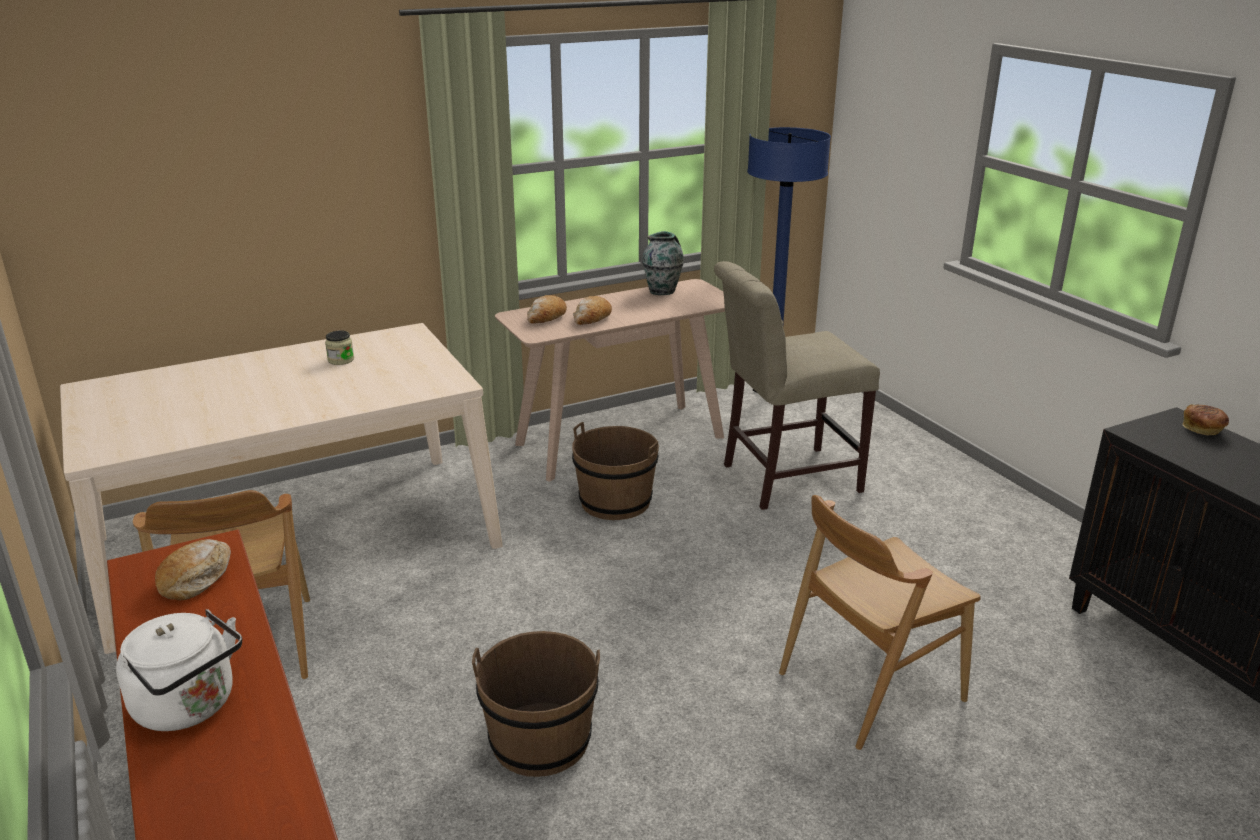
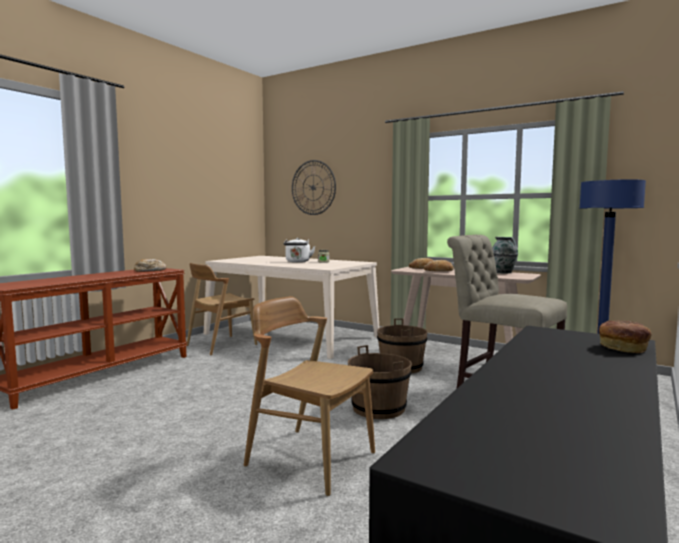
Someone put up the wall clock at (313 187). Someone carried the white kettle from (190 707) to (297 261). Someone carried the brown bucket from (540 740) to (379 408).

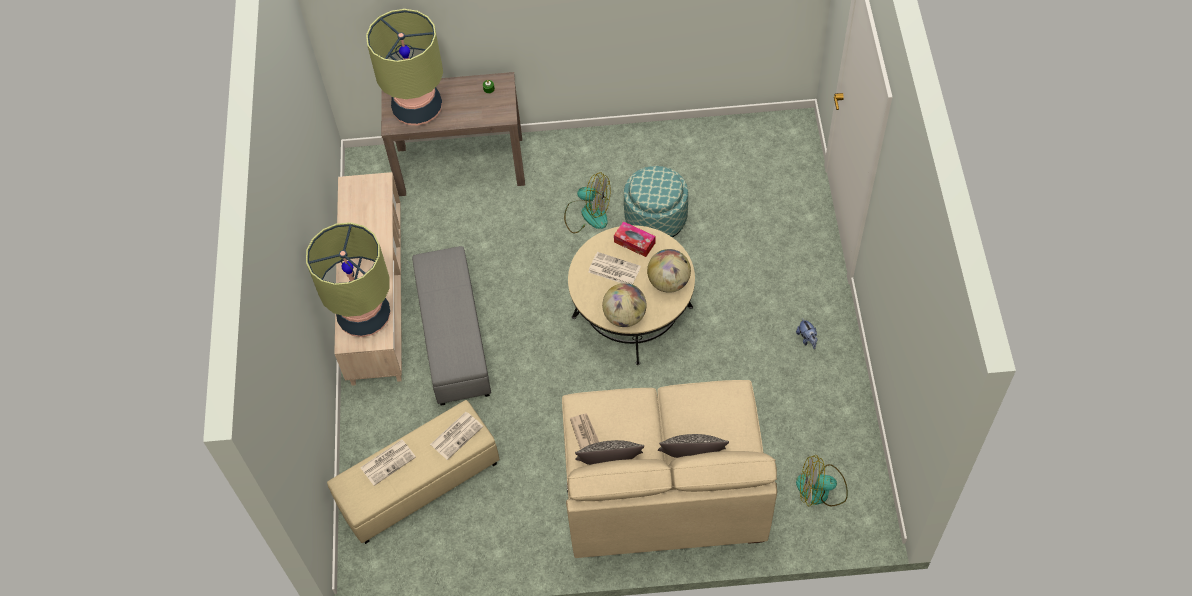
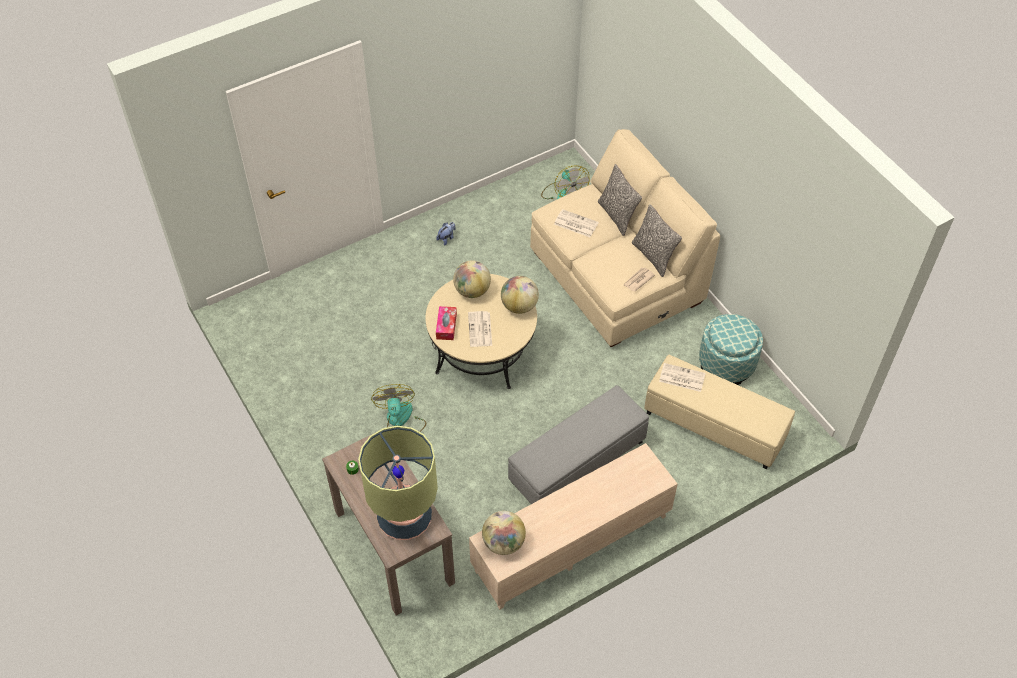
Someone took away the table lamp at (364 316). Someone put down the globe at (503 543). Someone carried the newspaper from (388 462) to (575 223). Someone carried the ottoman from (656 219) to (726 363).

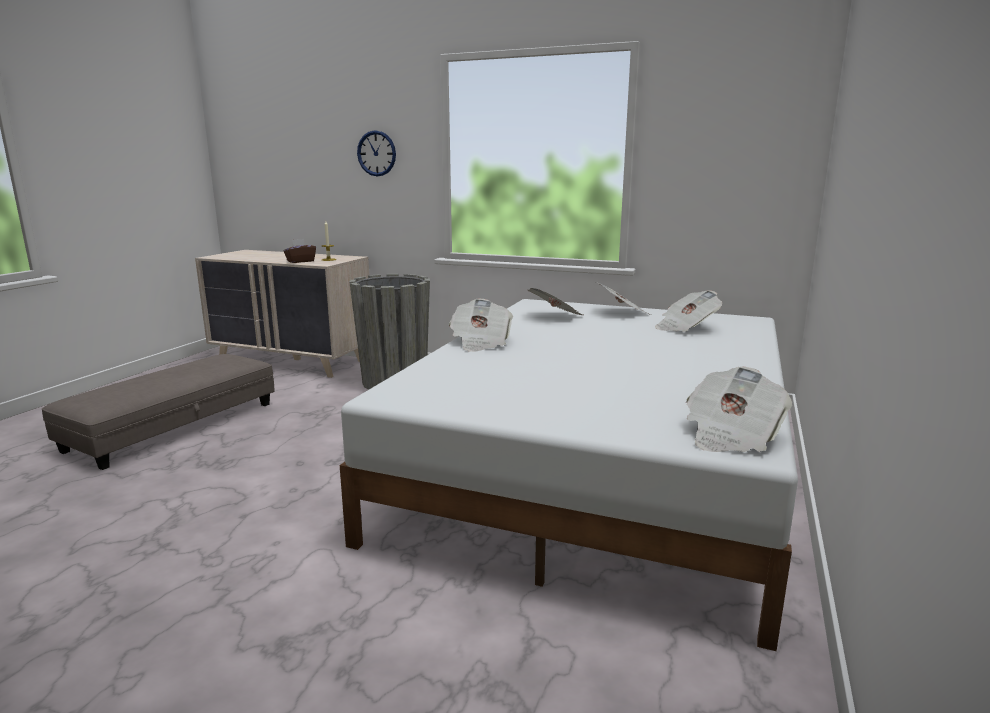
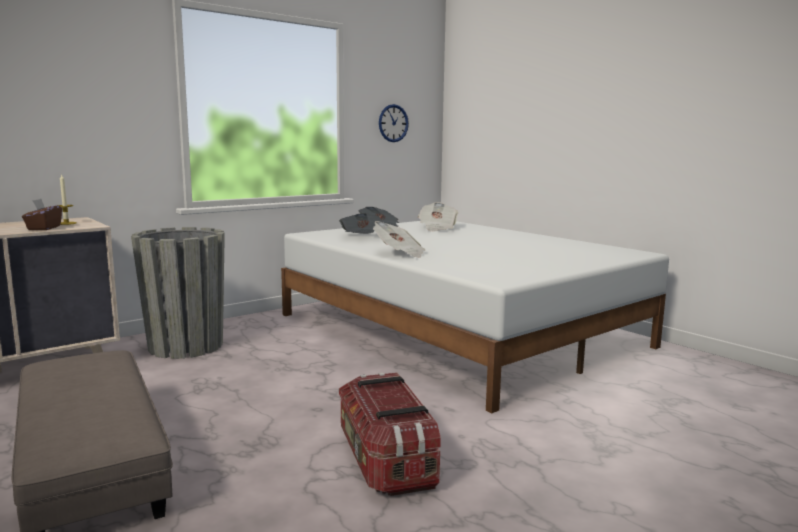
Someone took away the newspaper at (730 435). Someone put down the storage box at (385 459). Someone carried the wall clock from (376 153) to (393 123).

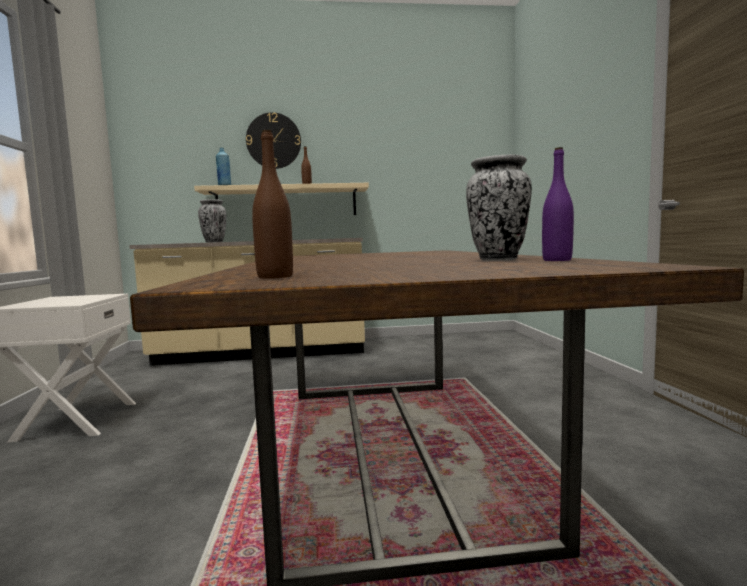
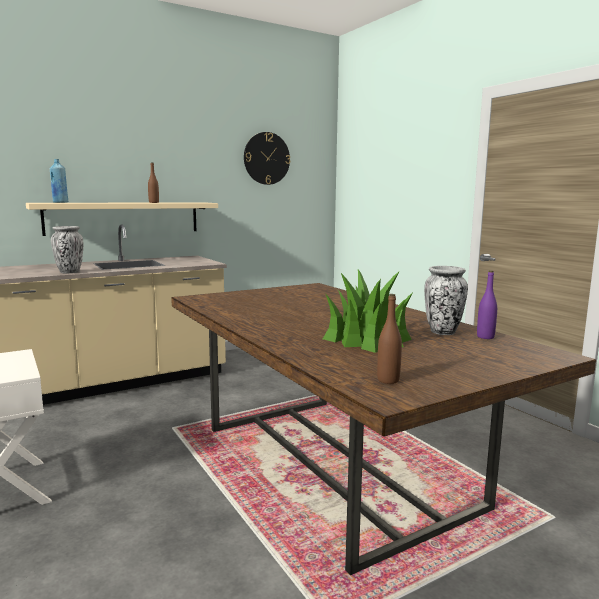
Someone put down the potted plant at (367 339). Someone carried the wall clock from (273 141) to (266 158).

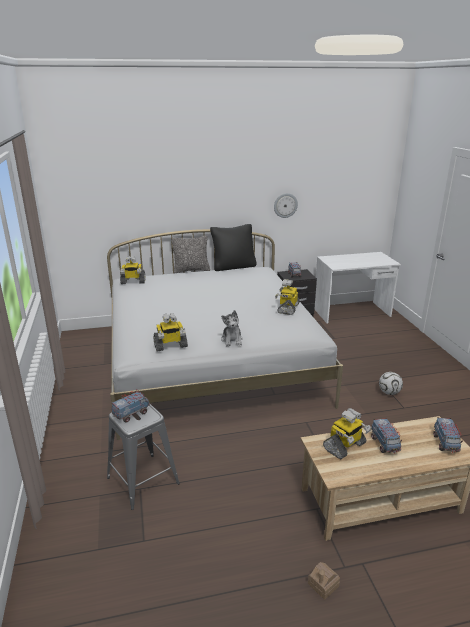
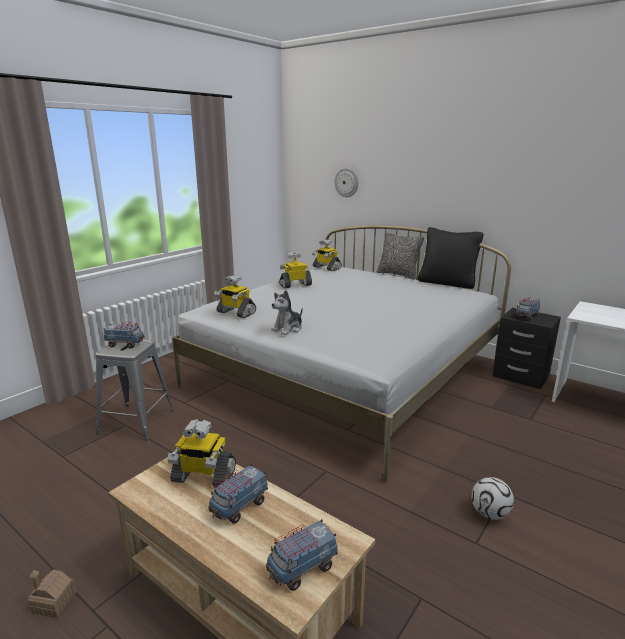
Someone carried the wall clock from (285 205) to (346 182). Someone carried the toy robot from (287 308) to (295 285).

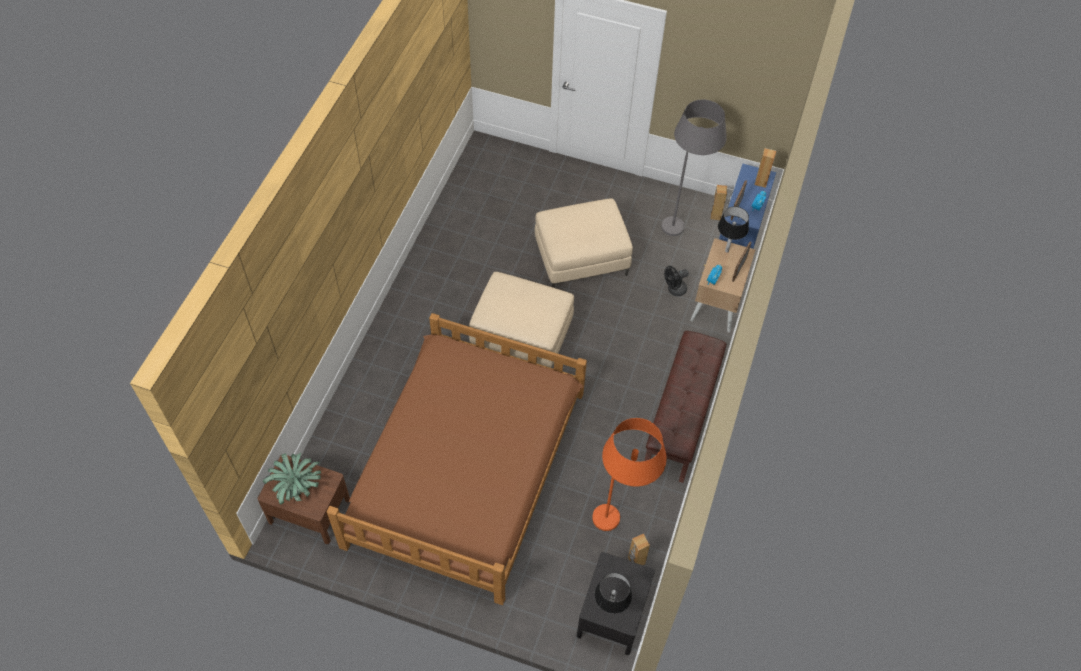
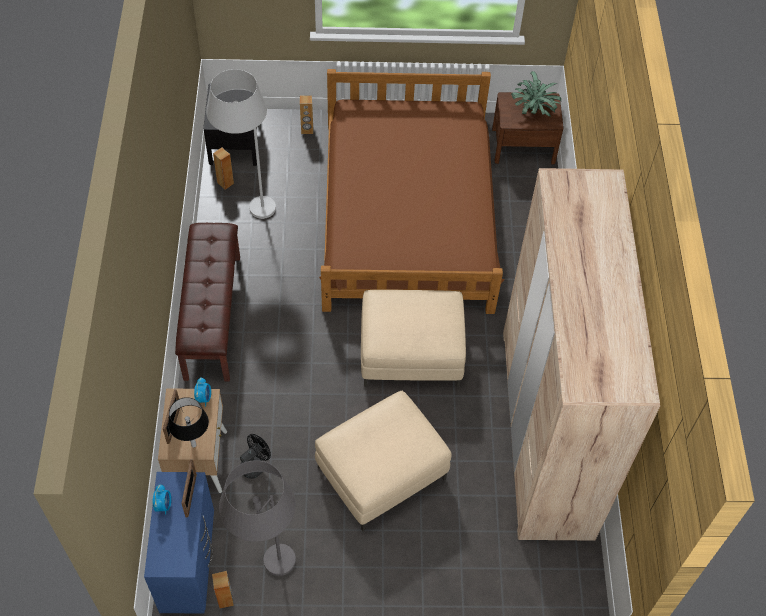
Someone took away the black table lamp at (609 610). Someone put down the beige wardrobe at (546 431). Someone carried the brown speaker from (761 182) to (307 130). Someone repainted the orange floor lamp at (620 523), which became the white floor lamp at (247 207).

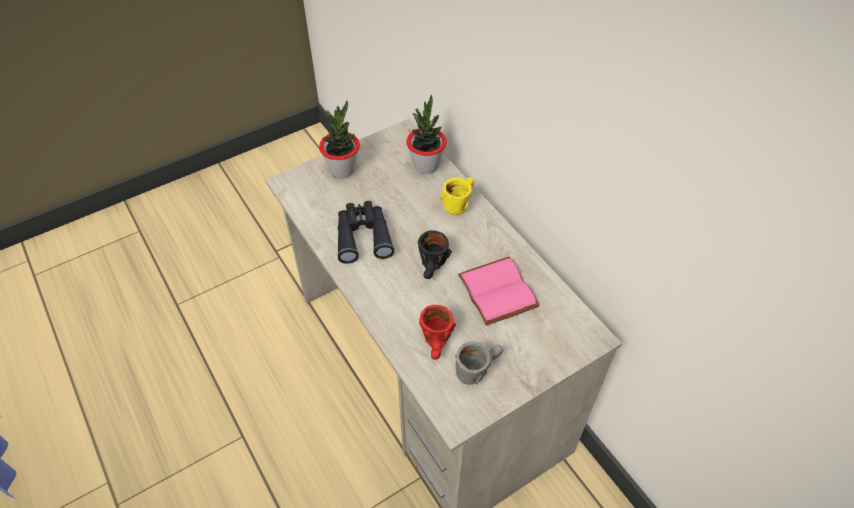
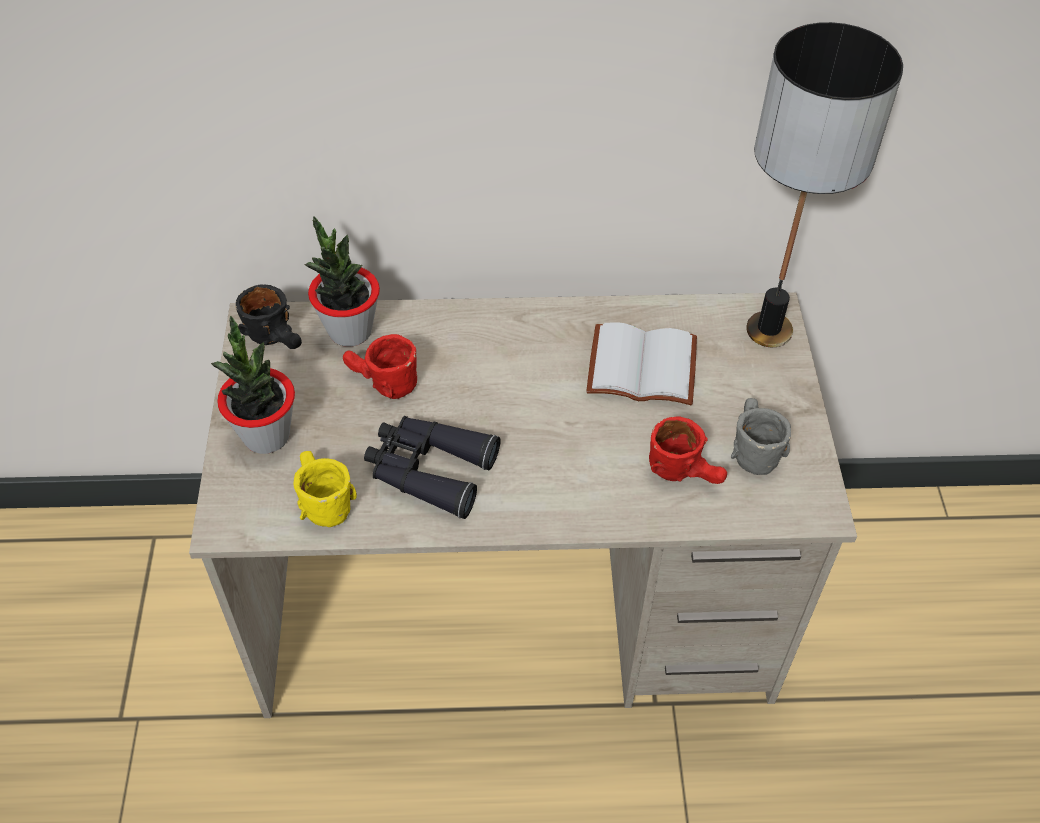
Someone put down the red mug at (380 384). Someone put down the table lamp at (767 330). Someone carried the black mug from (433 267) to (279 339). Someone carried the yellow mug from (458 201) to (319 500). Someone repainted the pink book at (500 292), which became the white book at (644 364).

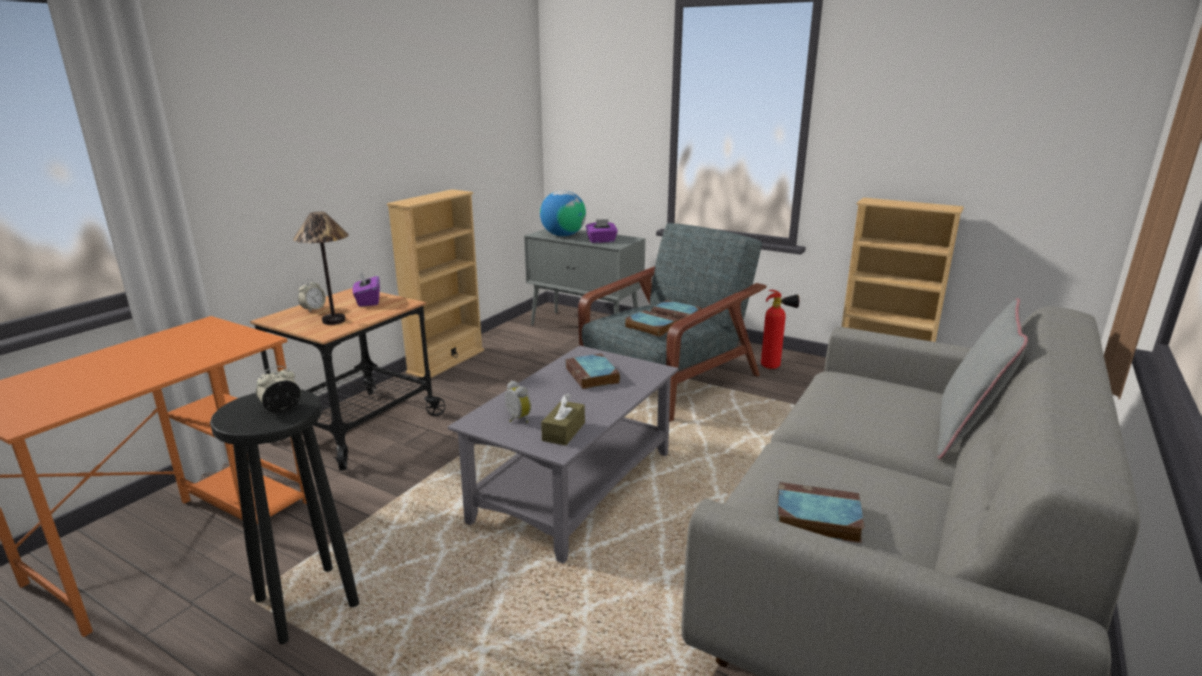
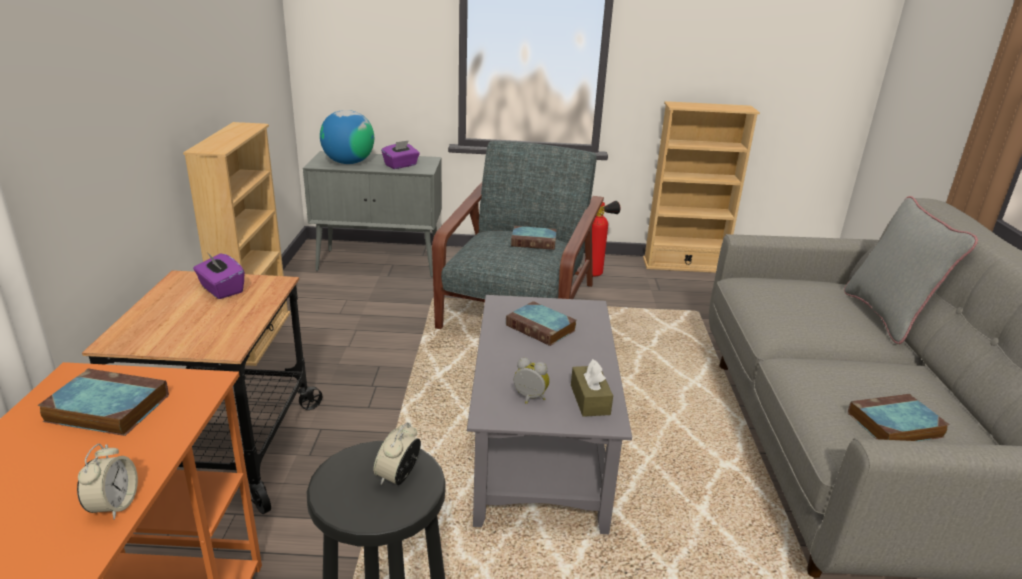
Someone took away the table lamp at (334 321). Someone carried the alarm clock from (313 309) to (114 505). Someone carried the book from (650 327) to (105 408).

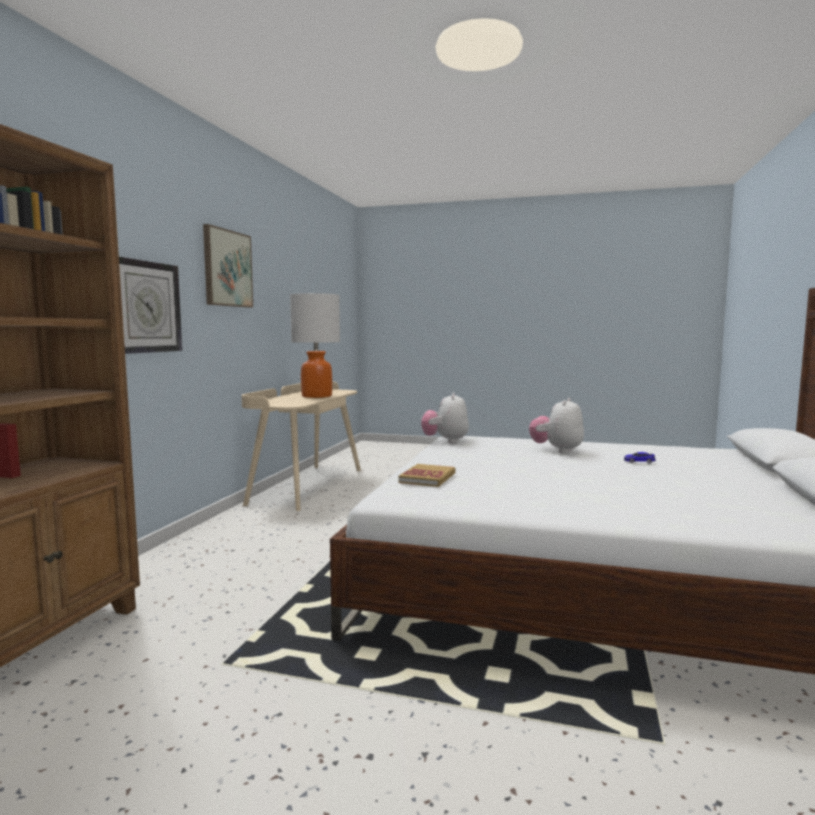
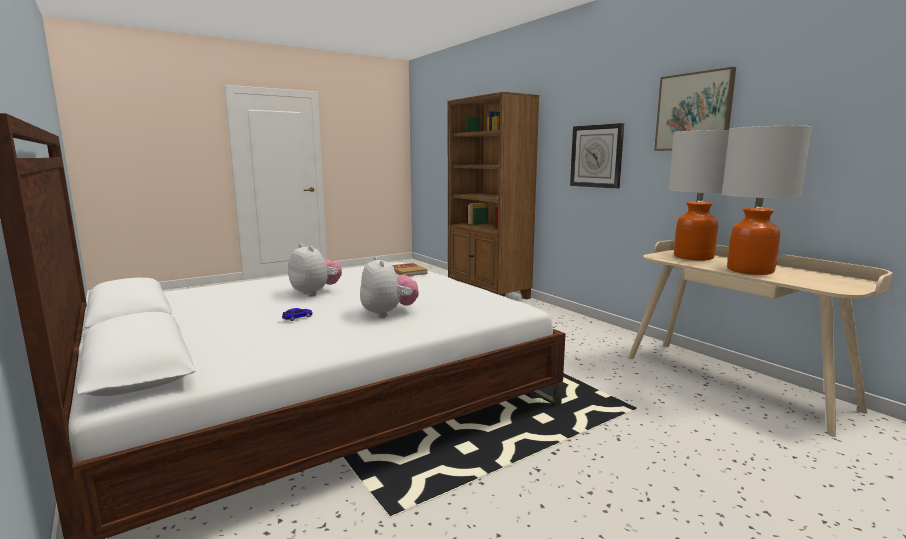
Someone put down the table lamp at (693 257). Someone carried the plush toy from (445 441) to (315 293).

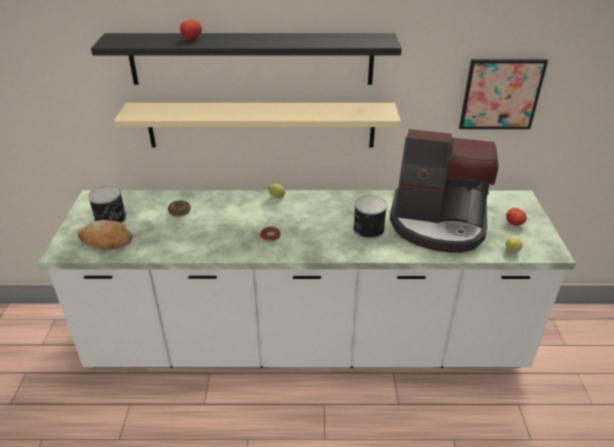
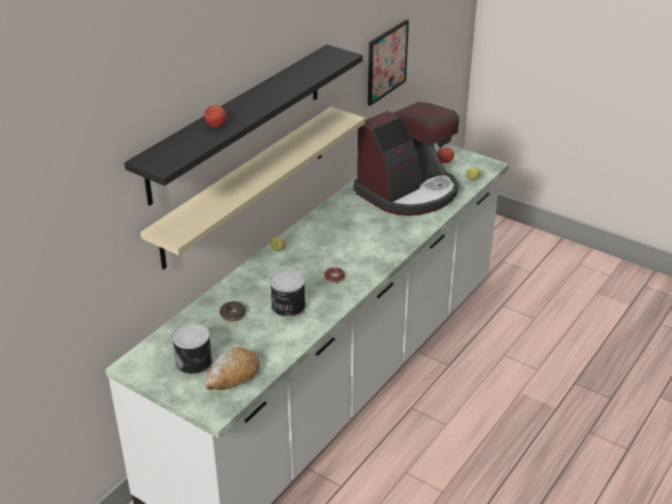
Someone carried the can from (367 229) to (287 307).

